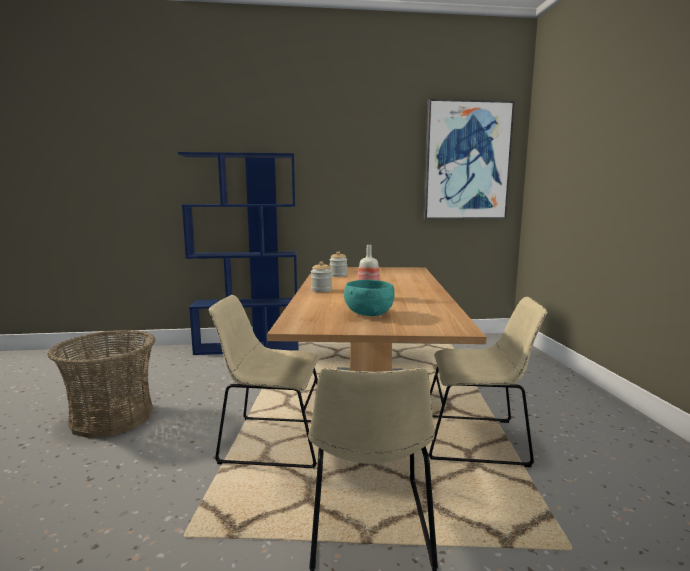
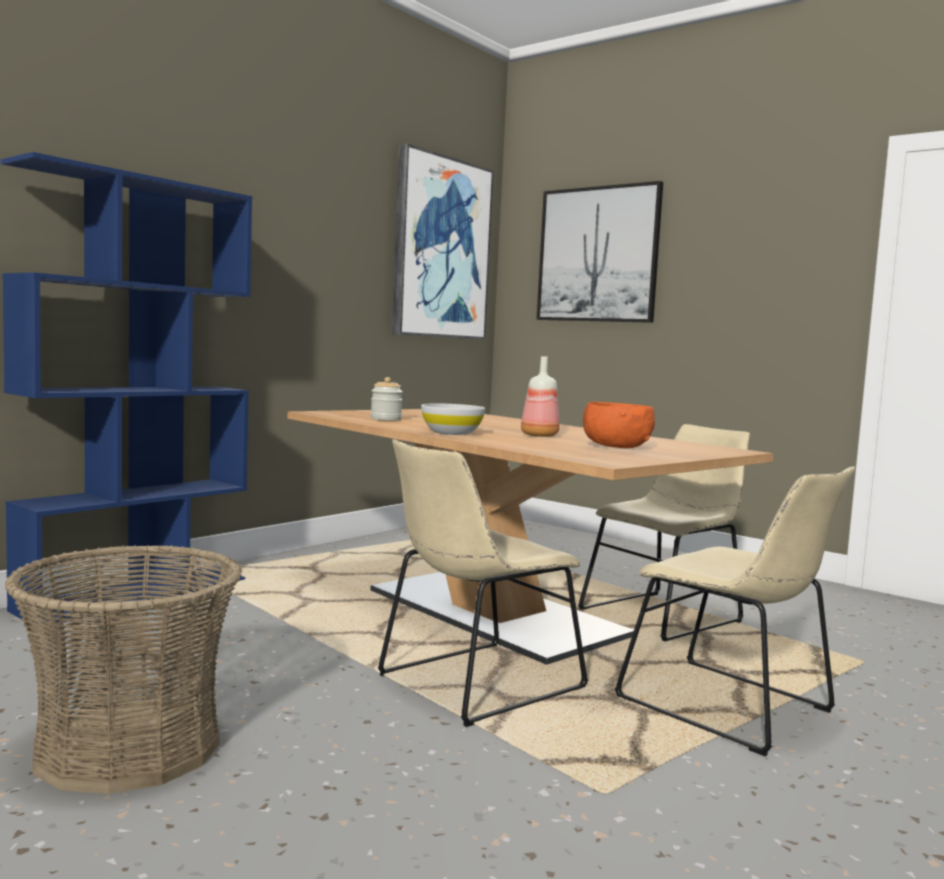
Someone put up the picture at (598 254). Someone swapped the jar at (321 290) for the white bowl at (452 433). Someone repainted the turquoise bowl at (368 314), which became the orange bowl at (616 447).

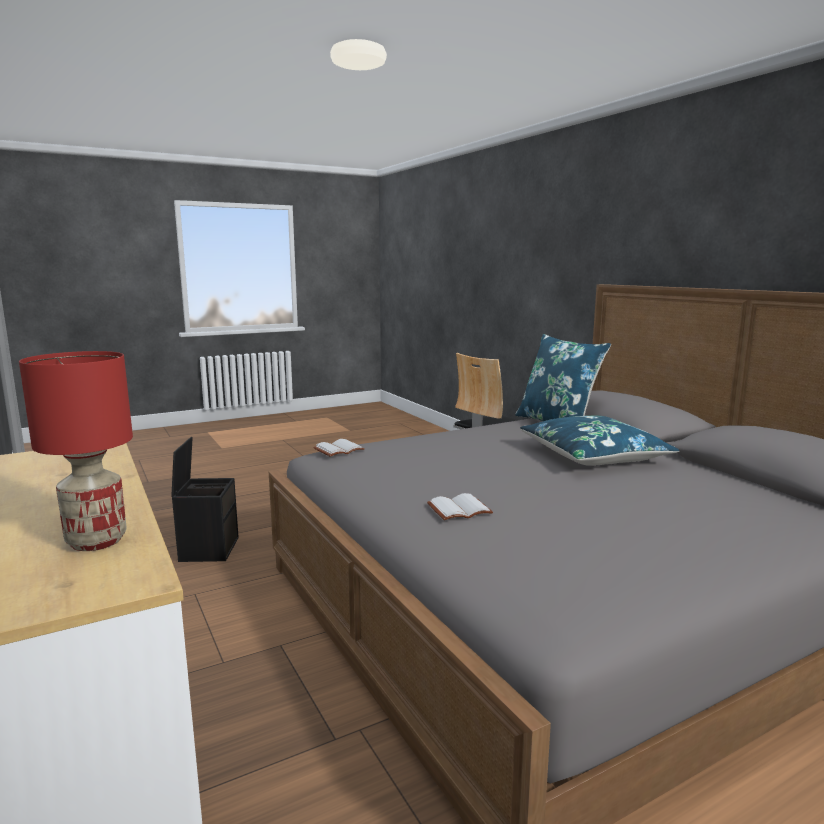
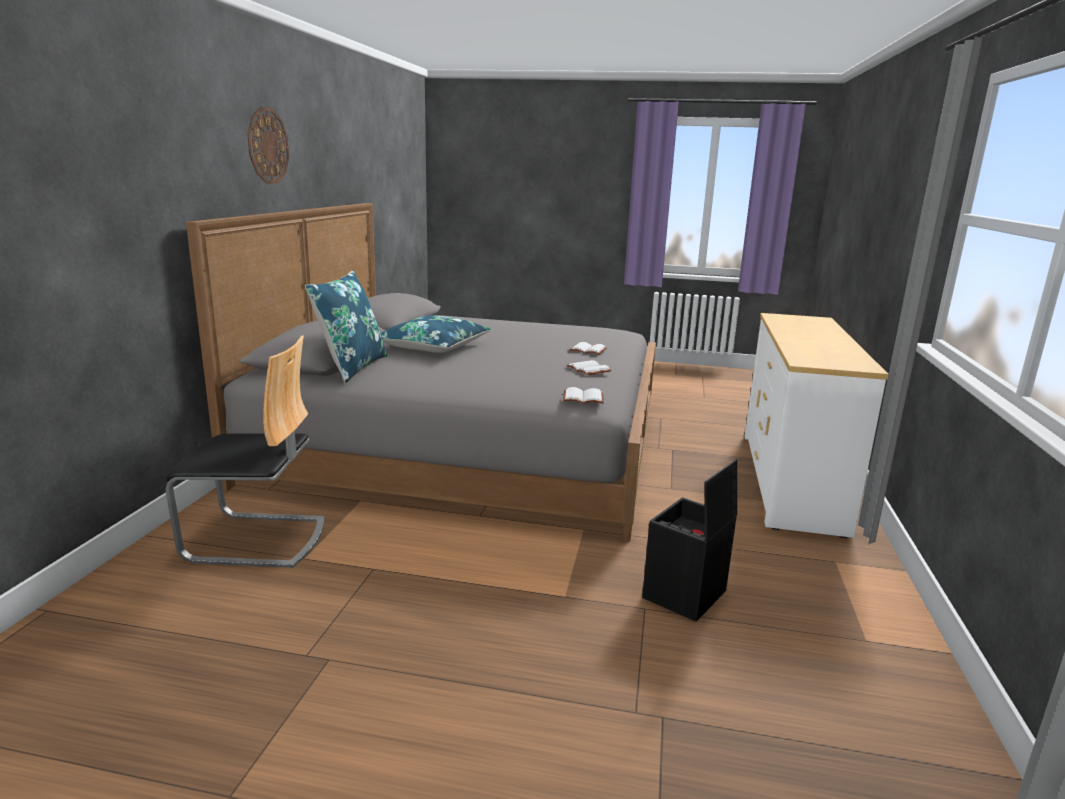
Someone took away the red table lamp at (97 541). Someone put up the wall clock at (267 146). Someone put down the white book at (587 369).

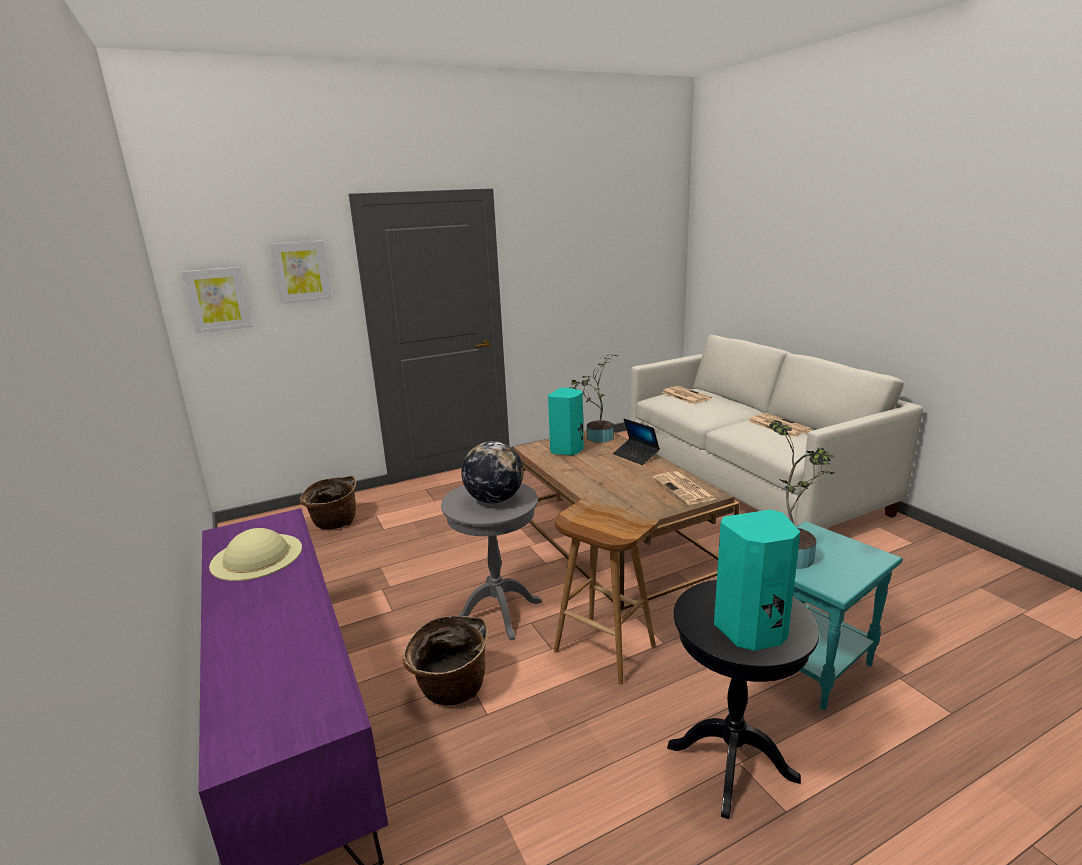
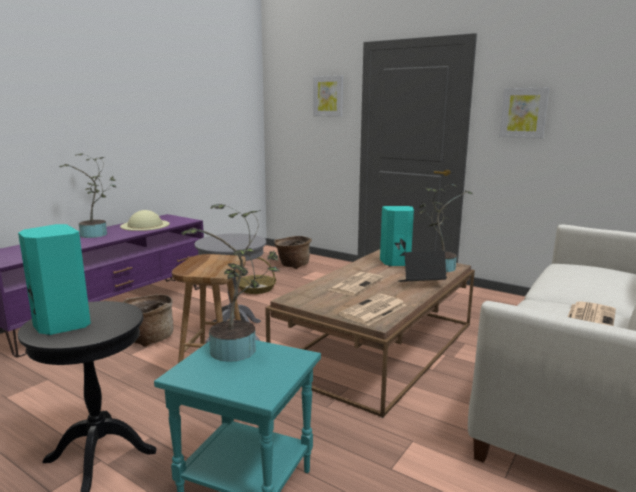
Someone took away the globe at (494 500). Someone put down the potted plant at (97 234). Someone put down the basket at (256 289). Someone carried the picture from (218 299) to (523 113). Someone carried the newspaper from (685 395) to (355 284). Someone rotated the laptop at (636 456) by 60 degrees clockwise.

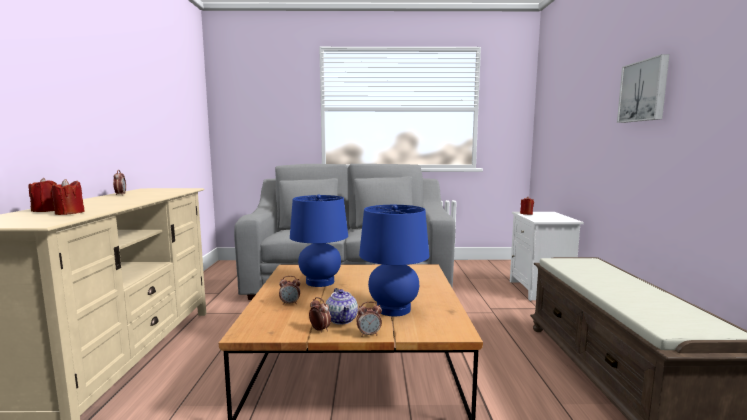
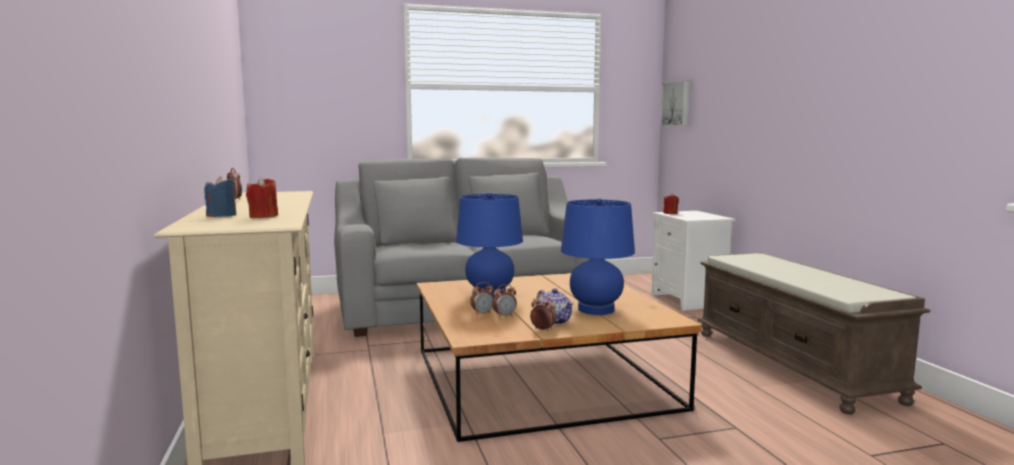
Someone carried the alarm clock from (369 334) to (504 316). Someone carried the picture from (644 91) to (676 104). Someone repainted the red candle at (46 210), which became the blue candle at (222 216).

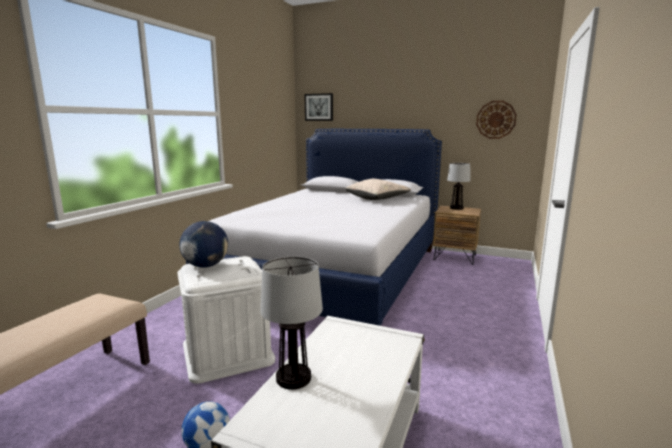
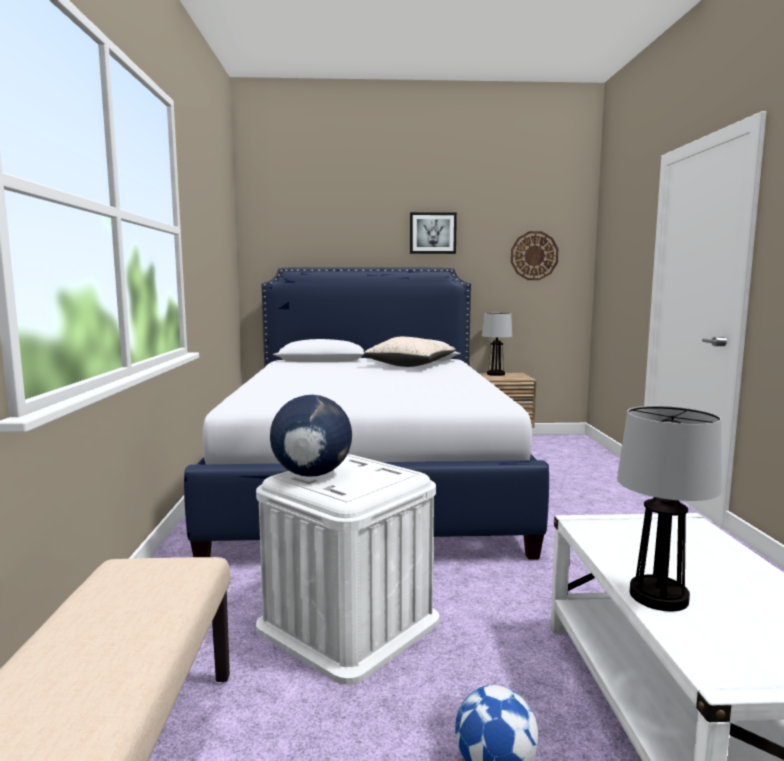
Someone carried the picture from (319 107) to (432 233).

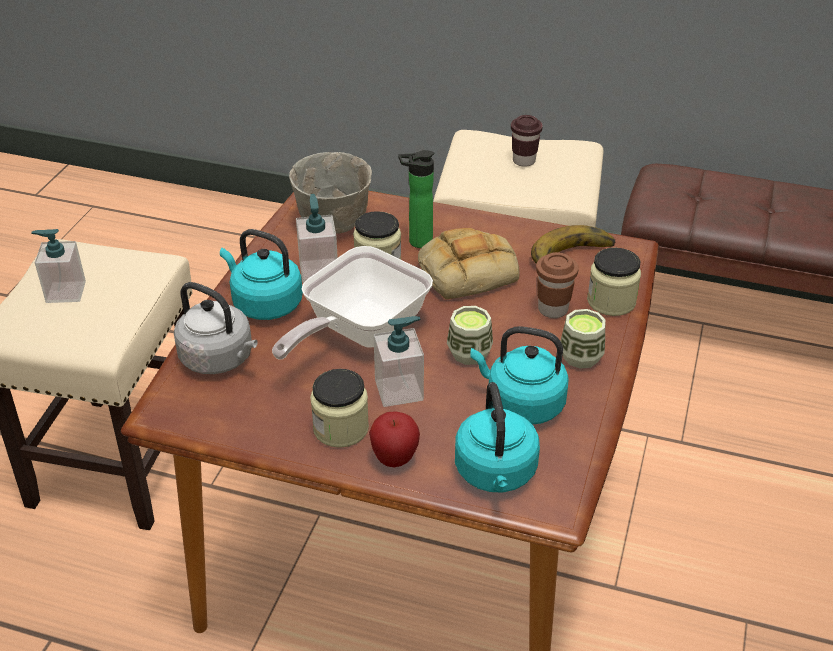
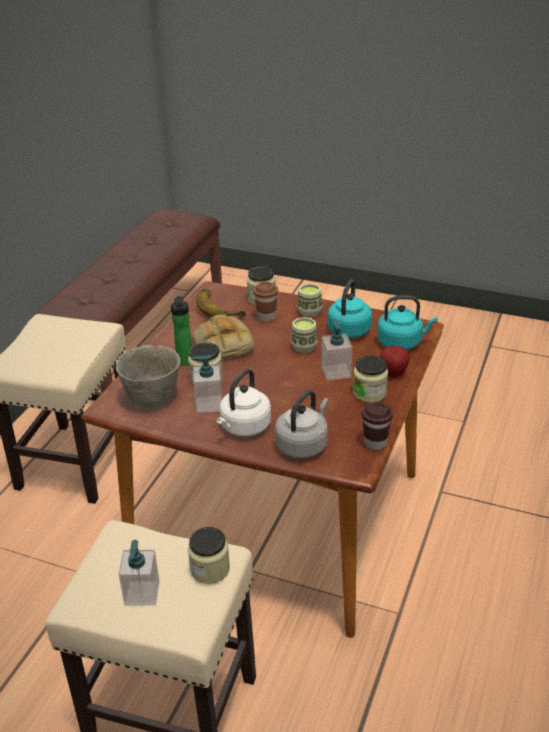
Someone took away the frying pan at (358 332). Someone put down the jar at (210 569). Someone carried the brown cup from (524 161) to (375 443). Someone repainted the turquoise kettle at (264 304), which became the white kettle at (244 427).

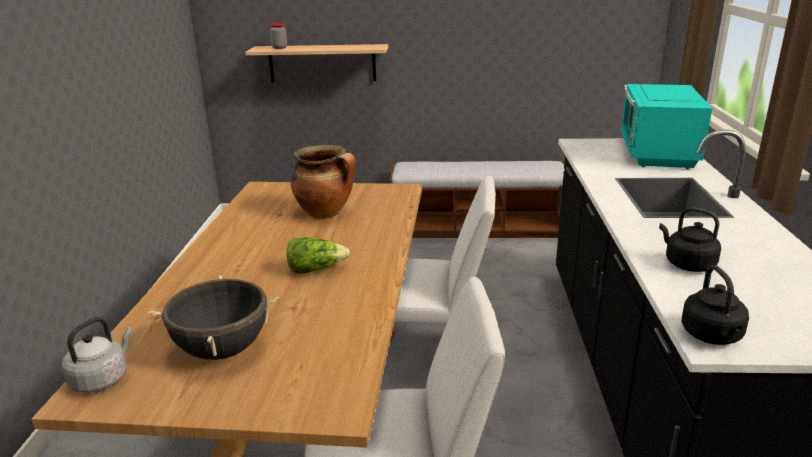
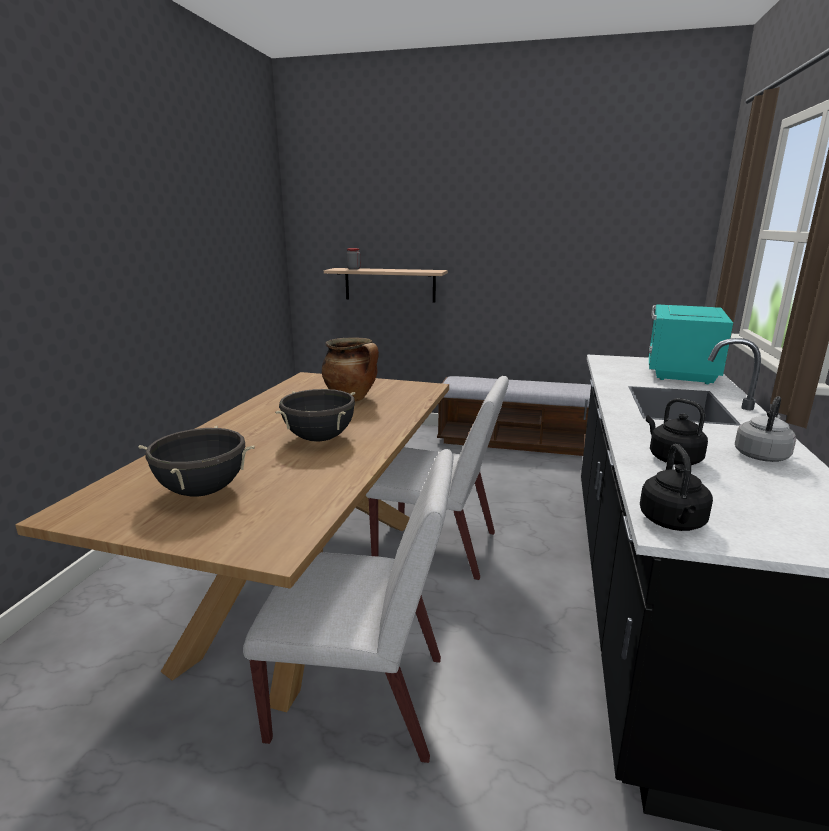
Someone carried the grey kettle from (102 378) to (761 455). Someone swapped the lettuce at (315 269) for the black cooking pot at (319 438).

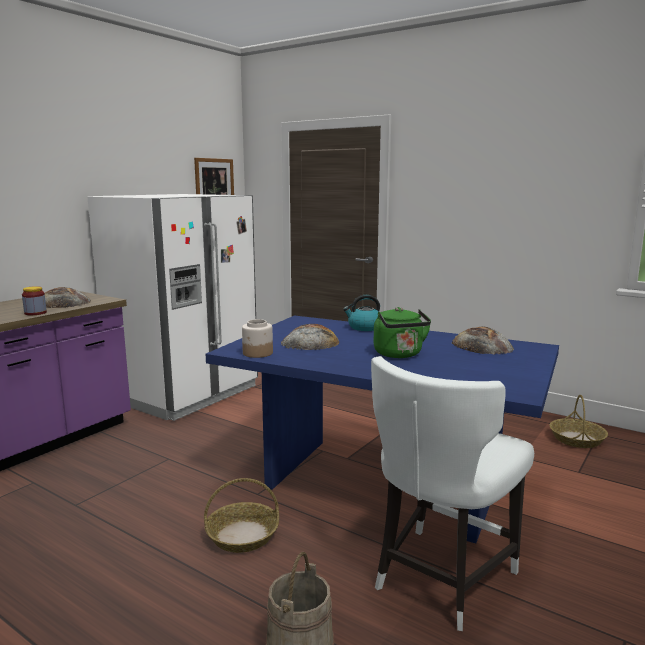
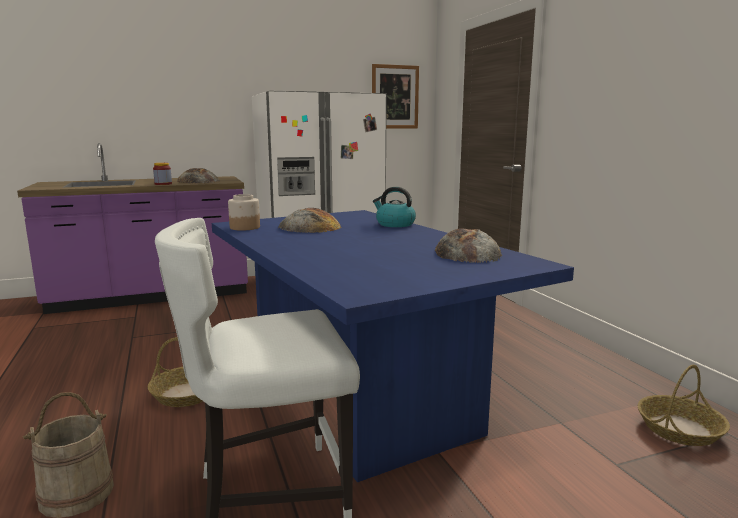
Someone took away the green kettle at (399 354).

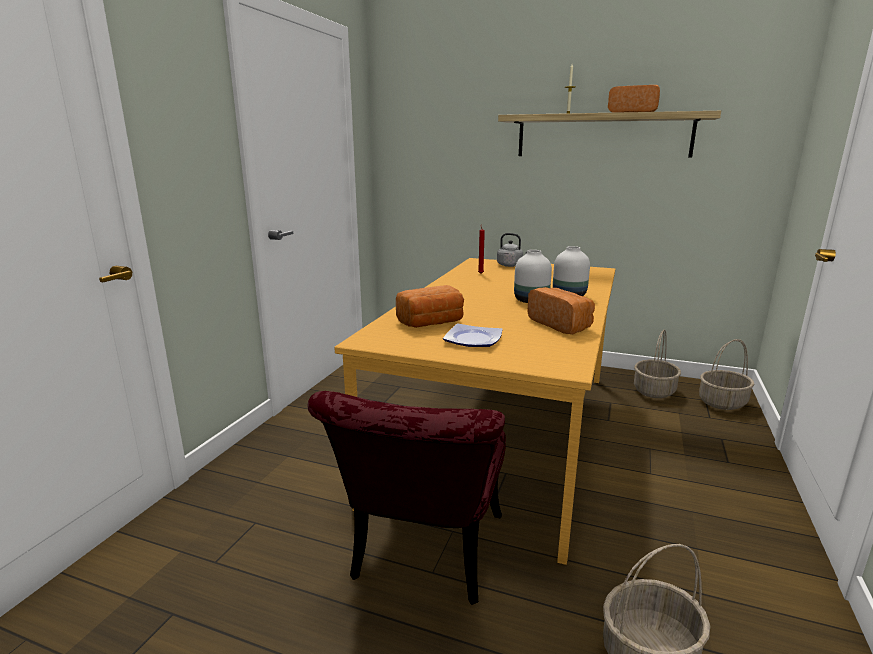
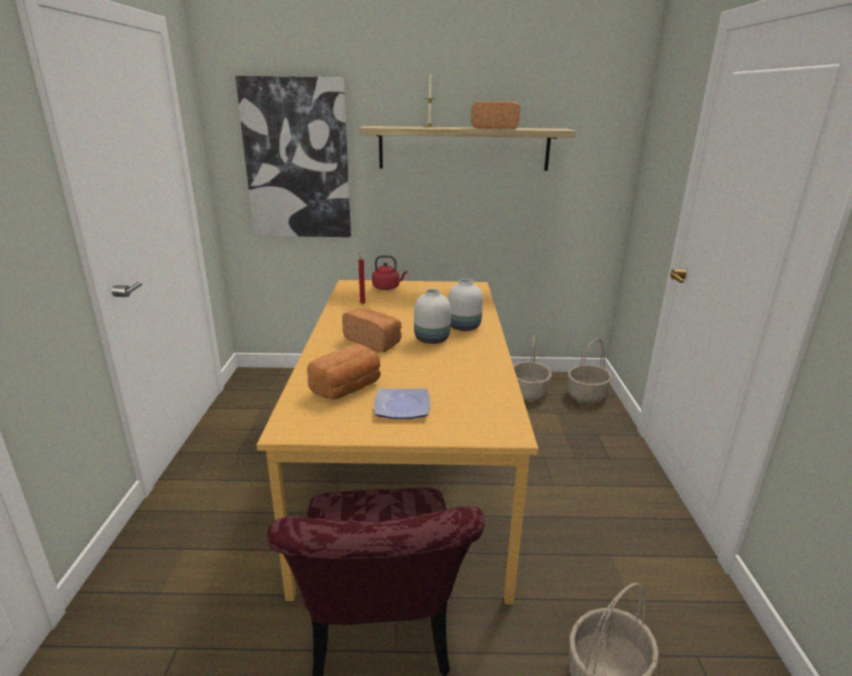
Someone put up the picture at (297 160). Someone carried the bread from (561 324) to (374 341). Someone repainted the grey kettle at (511 265), which became the red kettle at (387 288).

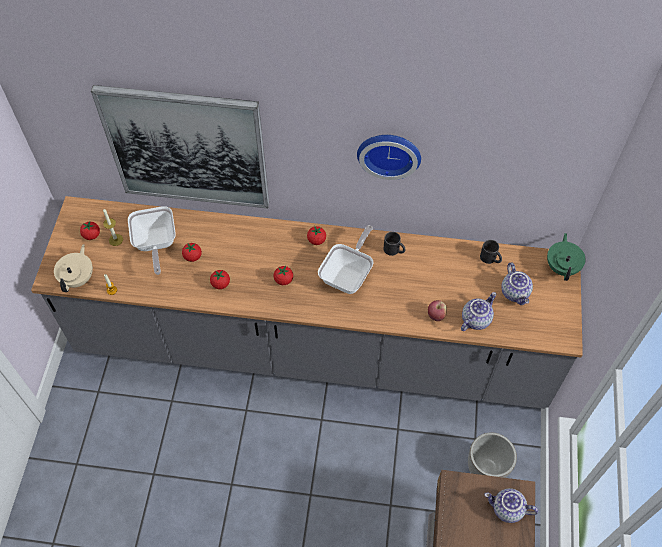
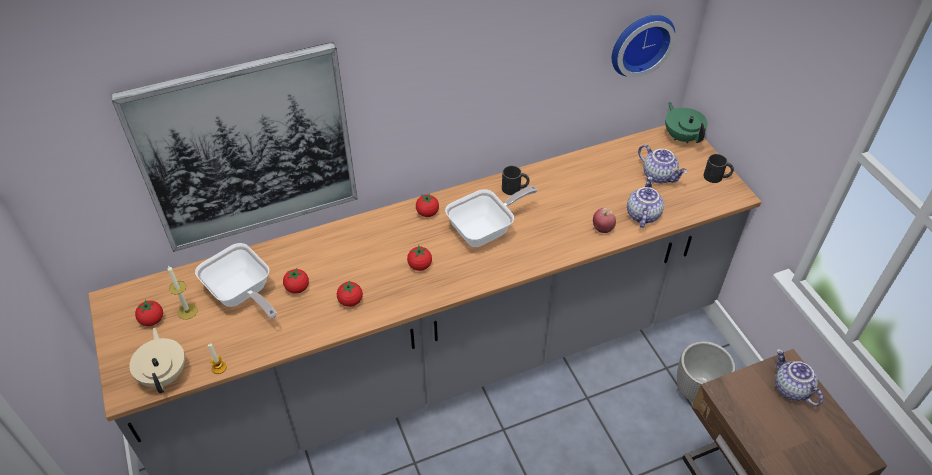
Someone carried the wall clock from (389 152) to (639 42). Someone carried the black mug from (490 259) to (717 177). Someone rotated the frying pan at (348 275) by 60 degrees clockwise. Someone rotated the teapot at (507 509) by 75 degrees clockwise.

